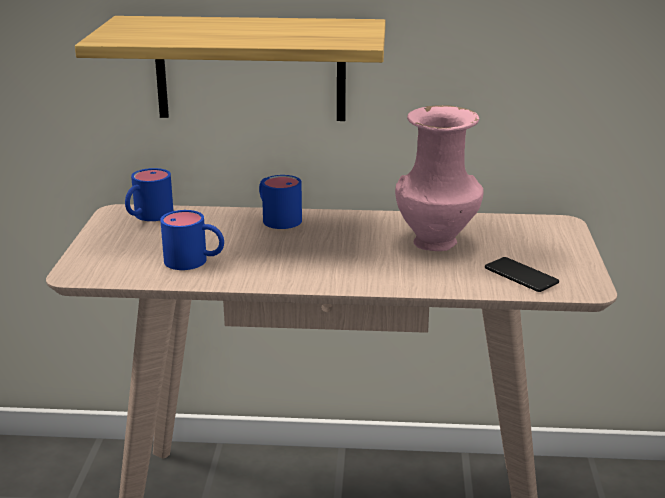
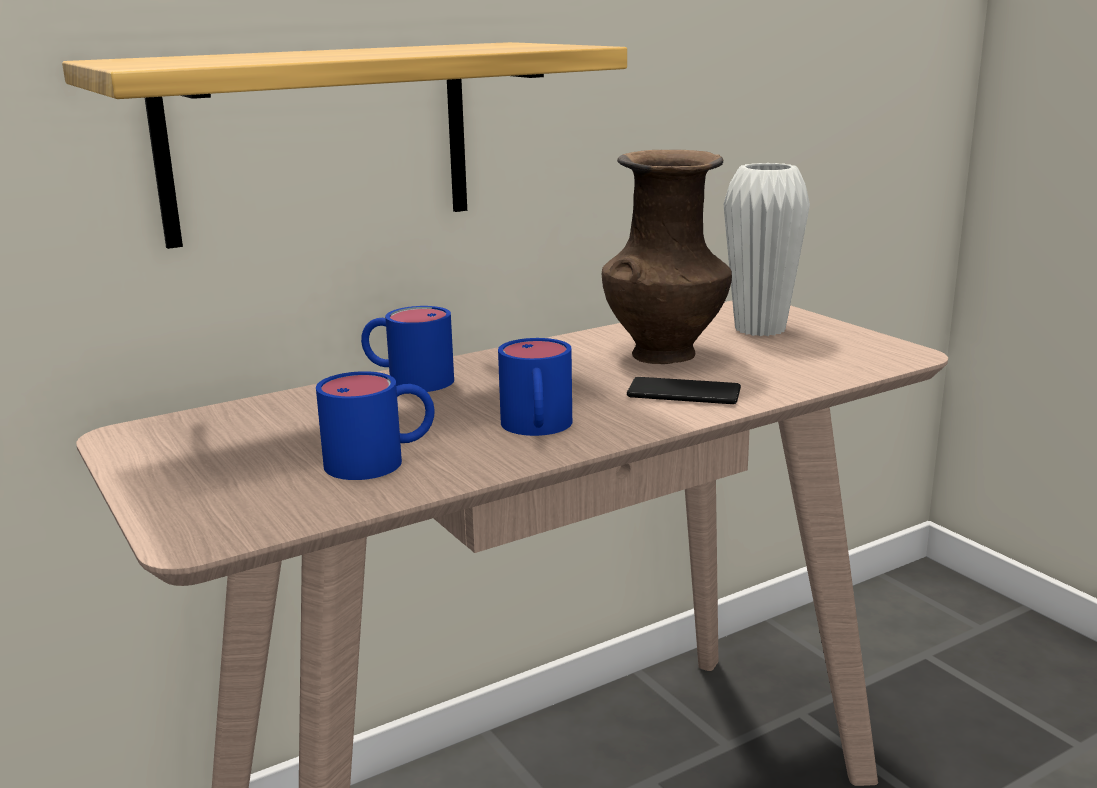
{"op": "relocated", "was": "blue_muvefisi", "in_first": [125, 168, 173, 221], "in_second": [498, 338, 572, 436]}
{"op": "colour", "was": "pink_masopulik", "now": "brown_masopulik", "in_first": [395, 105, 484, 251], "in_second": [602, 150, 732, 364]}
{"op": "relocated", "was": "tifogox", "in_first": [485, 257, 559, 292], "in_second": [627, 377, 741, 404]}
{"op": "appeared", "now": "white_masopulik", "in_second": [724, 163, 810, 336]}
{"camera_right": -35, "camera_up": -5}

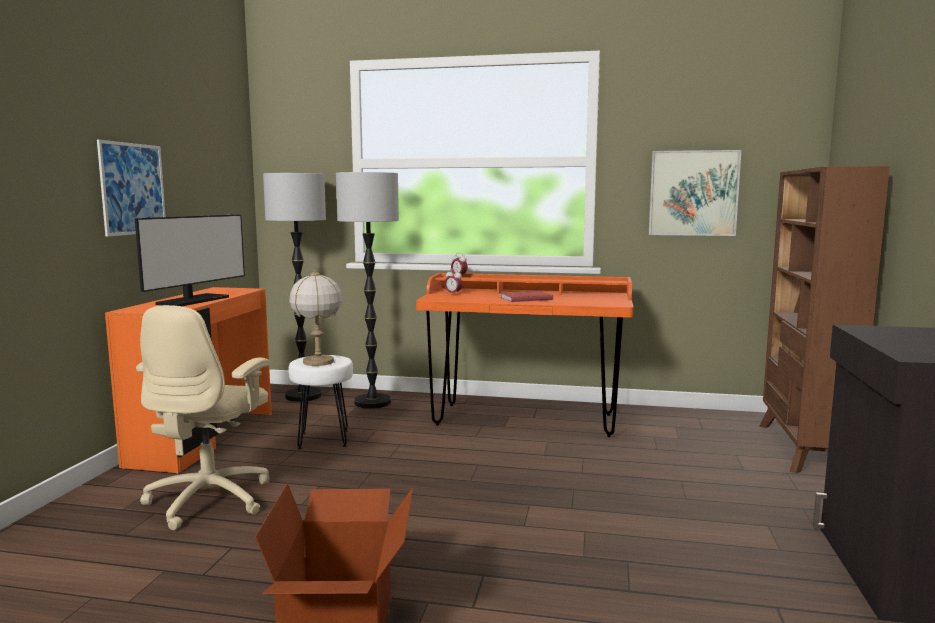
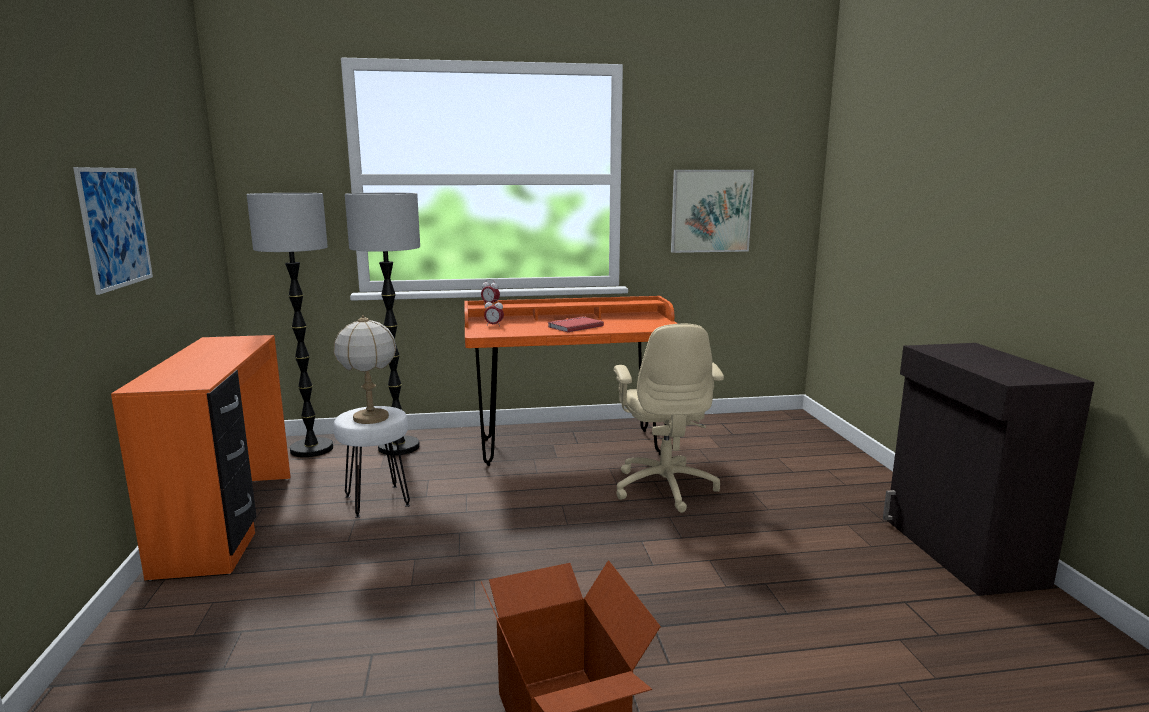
{"op": "relocated", "was": "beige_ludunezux", "in_first": [136, 305, 270, 530], "in_second": [614, 324, 724, 513]}
{"op": "missing", "was": "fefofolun", "in_first": [135, 214, 245, 306]}
{"op": "missing", "was": "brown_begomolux", "in_first": [760, 166, 890, 473]}
{"camera_right": -20, "camera_up": 5}

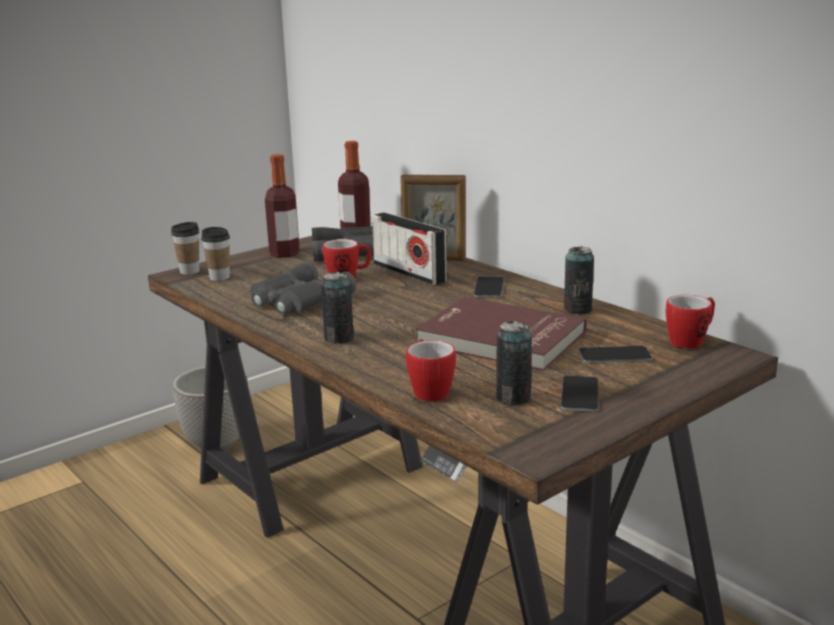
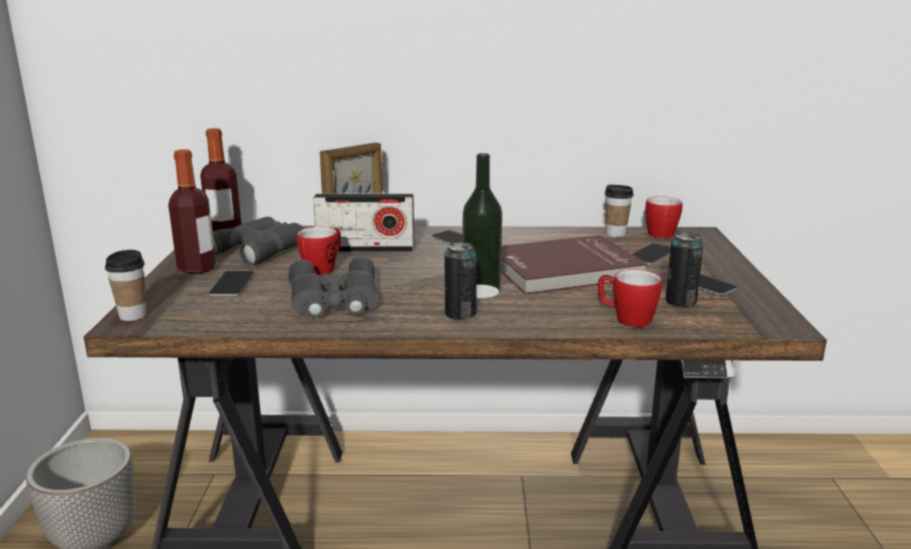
{"op": "appeared", "now": "tifogox", "in_second": [209, 271, 254, 296]}
{"op": "appeared", "now": "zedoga", "in_second": [463, 153, 502, 299]}
{"op": "relocated", "was": "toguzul", "in_first": [201, 227, 230, 281], "in_second": [605, 185, 633, 237]}
{"op": "missing", "was": "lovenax", "in_first": [564, 246, 594, 315]}
{"camera_right": -50, "camera_up": 0}

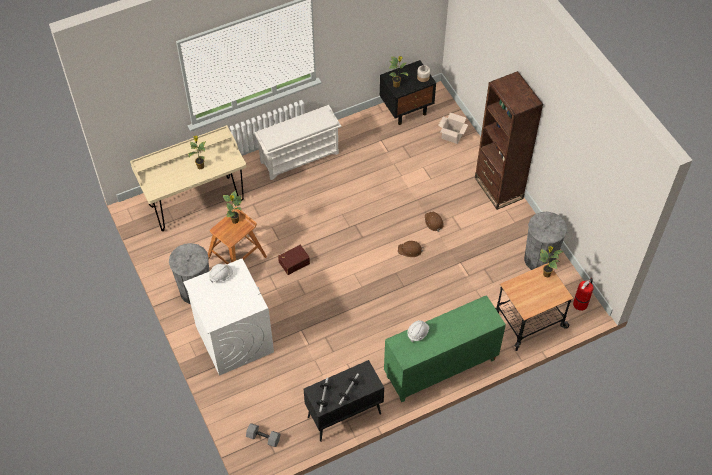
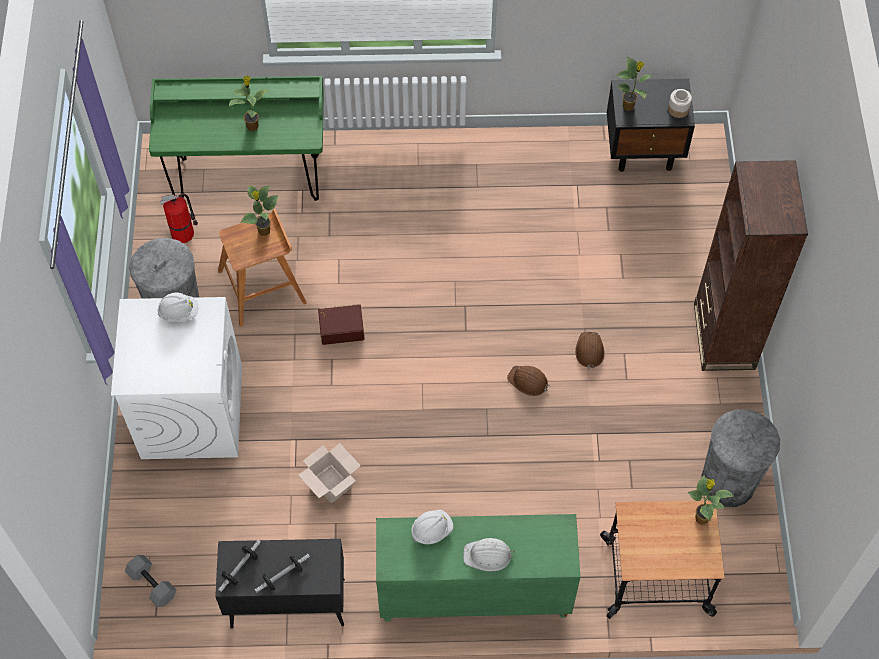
{"op": "colour", "was": "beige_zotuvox", "now": "green_zotuvox", "in_first": [130, 125, 246, 231], "in_second": [149, 76, 324, 201]}
{"op": "relocated", "was": "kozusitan", "in_first": [573, 278, 594, 311], "in_second": [160, 194, 198, 243]}
{"op": "relocated", "was": "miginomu", "in_first": [438, 113, 468, 144], "in_second": [298, 443, 361, 503]}
{"op": "appeared", "now": "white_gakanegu", "in_second": [463, 538, 515, 572]}
{"op": "missing", "was": "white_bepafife", "in_first": [255, 105, 341, 180]}
{"camera_right": 25, "camera_up": 5}

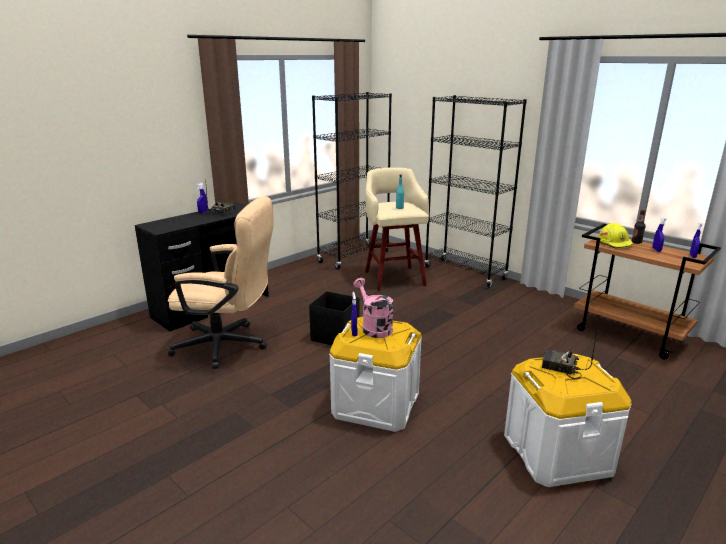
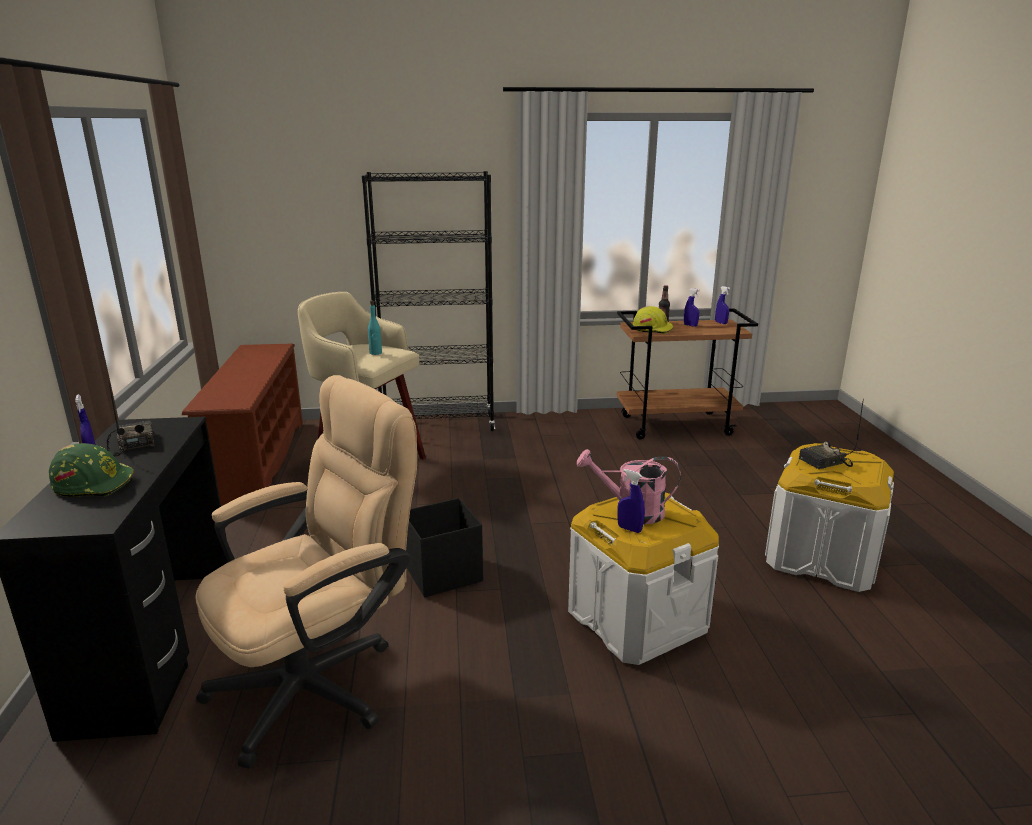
{"op": "appeared", "now": "green_gakanegu", "in_second": [49, 443, 134, 497]}
{"op": "exchanged", "was": "black_begomolux", "now": "brown_bepafife", "in_first": [312, 92, 392, 269], "in_second": [182, 344, 303, 505]}
{"camera_right": -50, "camera_up": 0}

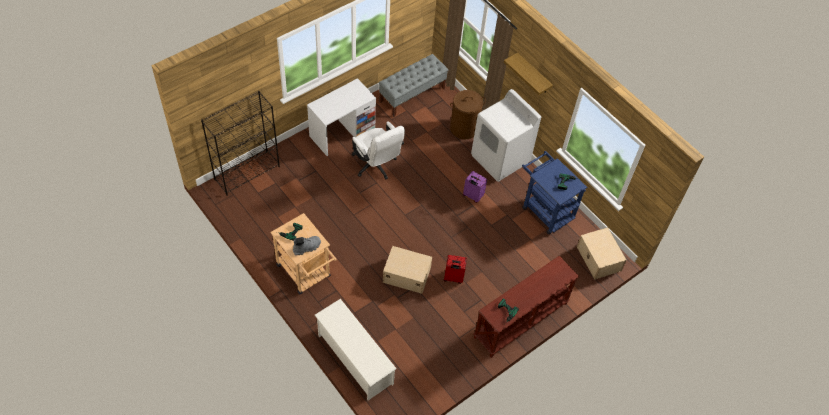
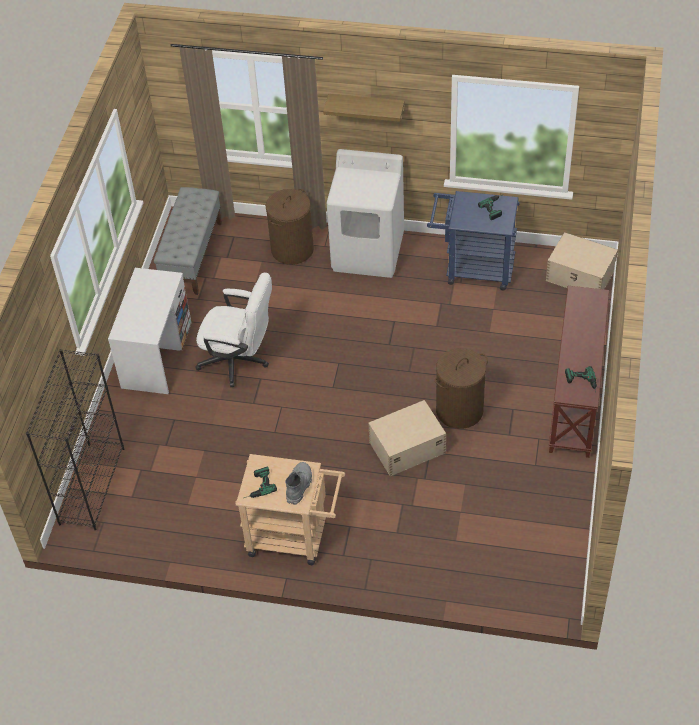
{"op": "exchanged", "was": "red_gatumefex", "now": "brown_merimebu", "in_first": [444, 255, 467, 284], "in_second": [435, 348, 488, 429]}
{"op": "missing", "was": "white_bepafife", "in_first": [315, 299, 397, 400]}
{"op": "missing", "was": "purple_gatumefex", "in_first": [463, 171, 487, 203]}
{"camera_right": -35, "camera_up": -5}

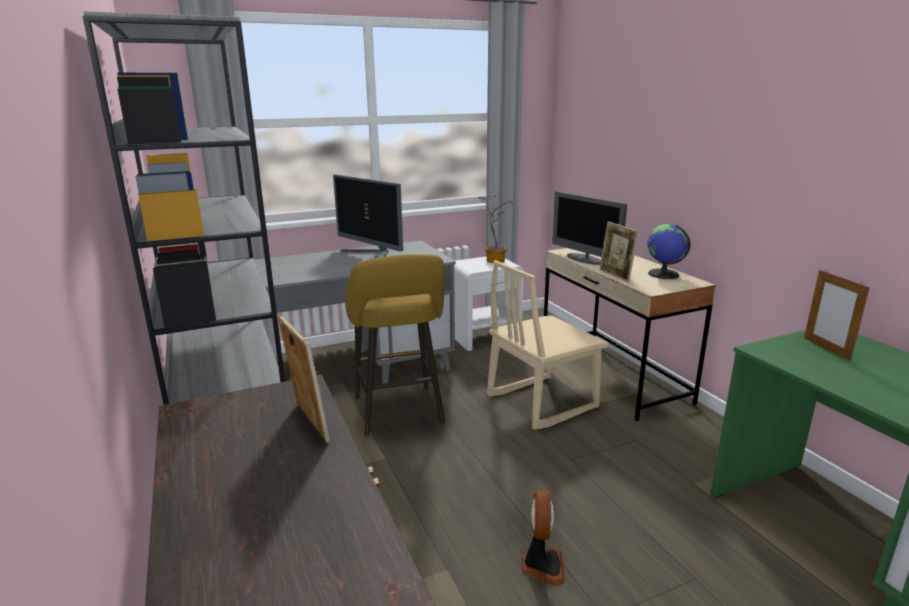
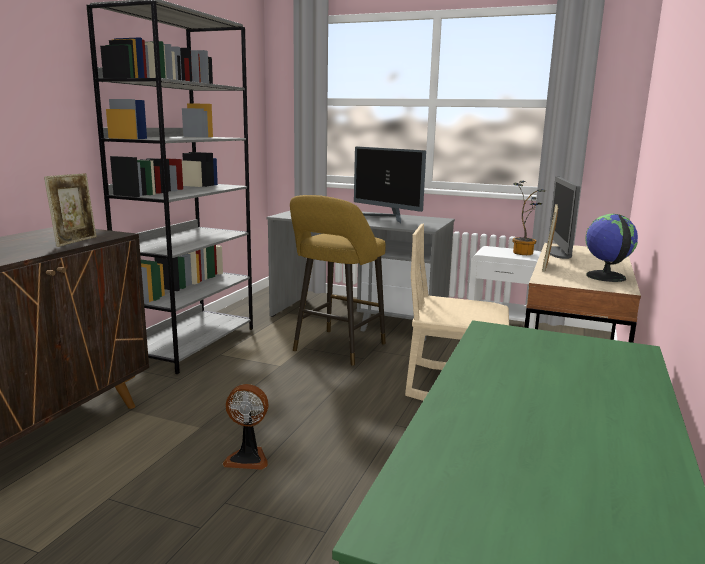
{"op": "spun", "was": "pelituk", "in_first": [522, 490, 565, 586], "in_second": [223, 384, 268, 470], "clockwise": 45}
{"op": "spun", "was": "fefofolun", "in_first": [333, 174, 403, 258], "in_second": [354, 146, 426, 223], "clockwise": -45}
{"op": "missing", "was": "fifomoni", "in_first": [804, 270, 870, 361]}
{"camera_right": 45, "camera_up": -5}

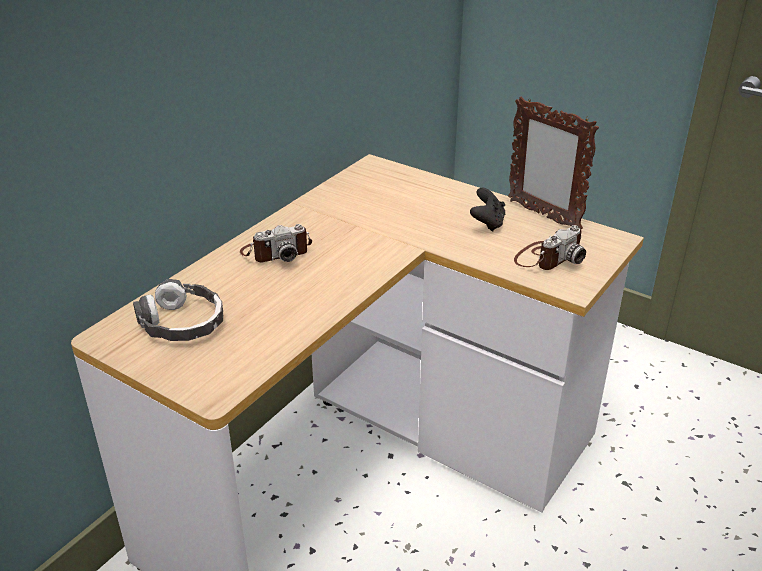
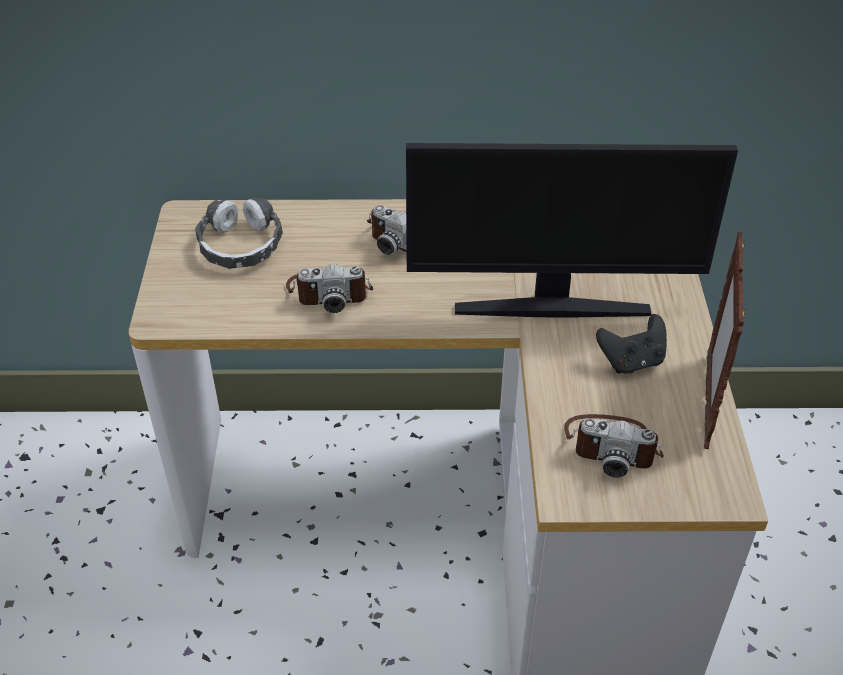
{"op": "appeared", "now": "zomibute", "in_second": [286, 264, 373, 313]}
{"op": "appeared", "now": "fefofolun", "in_second": [406, 143, 738, 318]}
{"camera_right": 55, "camera_up": 10}

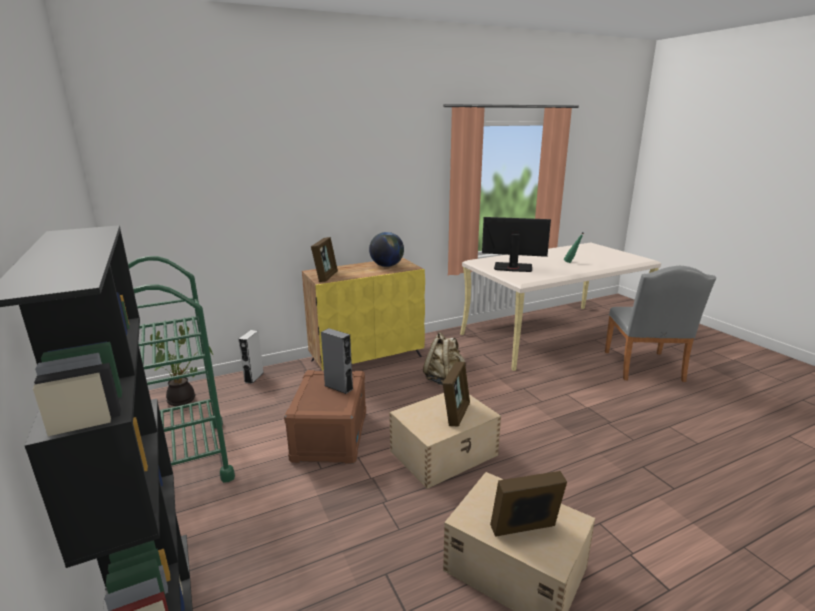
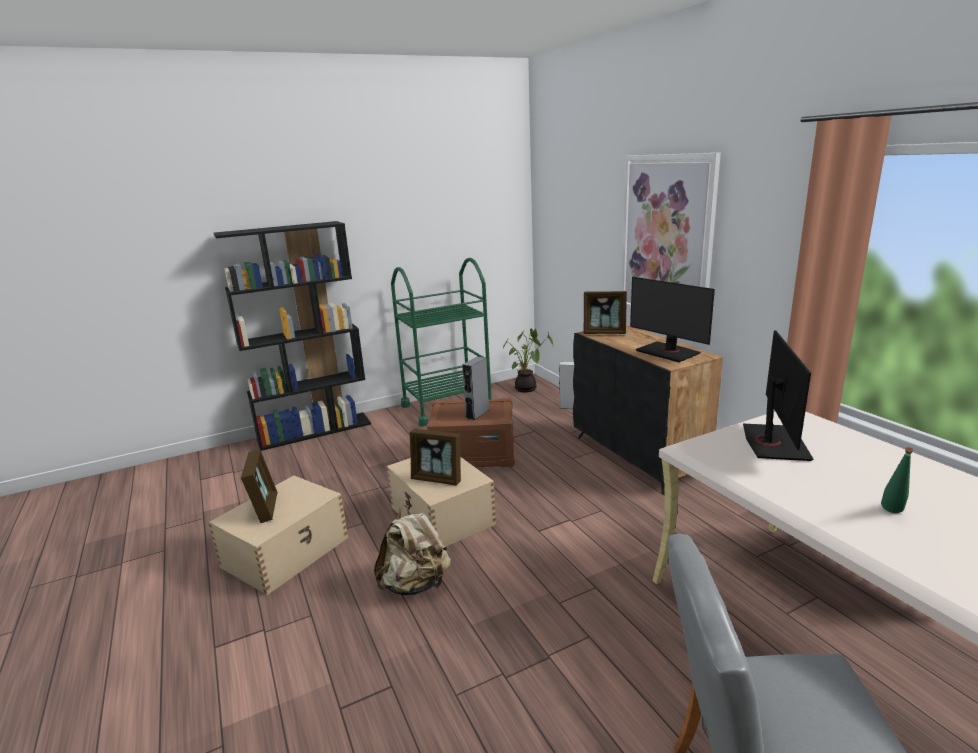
{"op": "relocated", "was": "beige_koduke", "in_first": [423, 332, 466, 385], "in_second": [374, 505, 451, 595]}
{"op": "colour", "was": "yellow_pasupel", "now": "black_pasupel", "in_first": [302, 258, 425, 371], "in_second": [573, 324, 723, 495]}
{"op": "appeared", "now": "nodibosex", "in_second": [621, 153, 721, 309]}
{"op": "exchanged", "was": "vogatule", "now": "fefofolun", "in_first": [369, 232, 404, 267], "in_second": [630, 277, 715, 362]}
{"camera_right": 90, "camera_up": 0}

